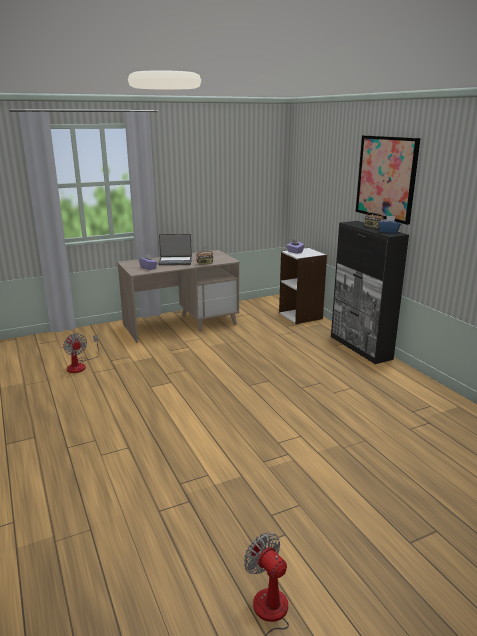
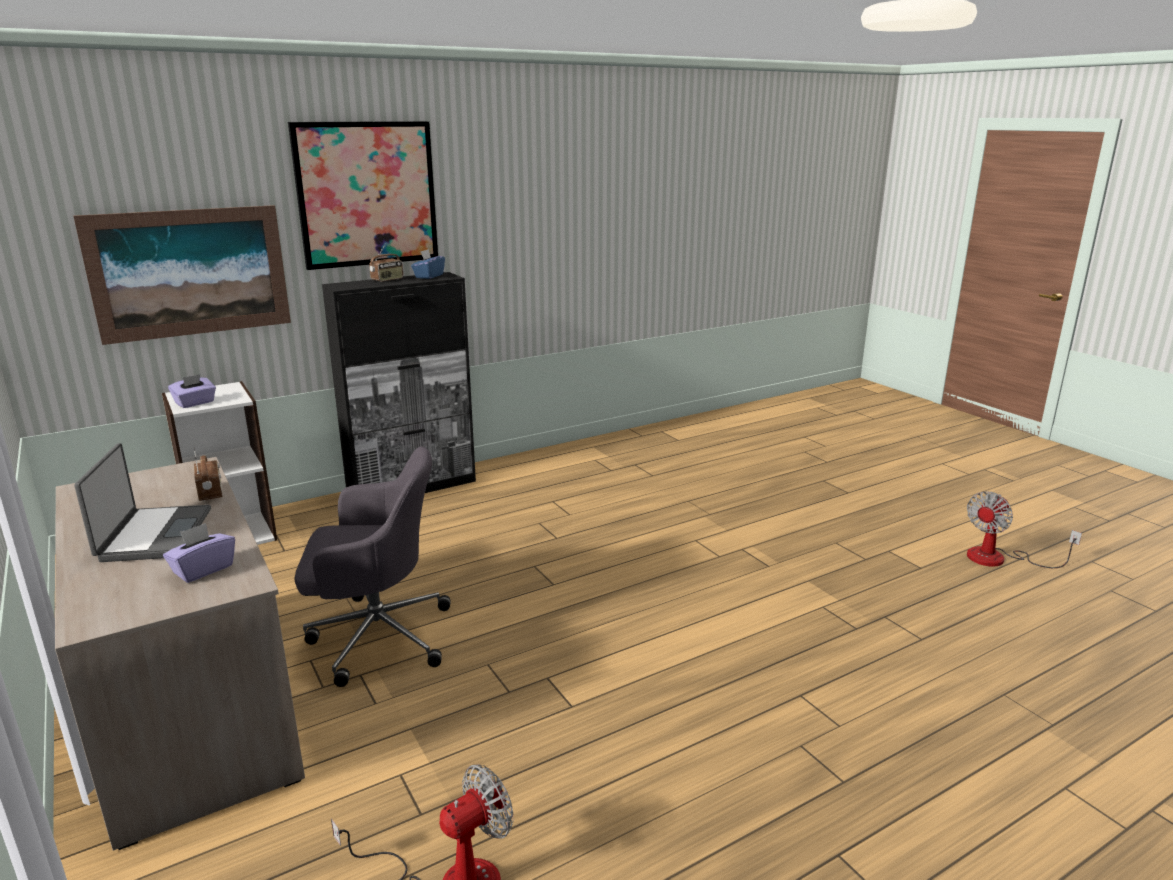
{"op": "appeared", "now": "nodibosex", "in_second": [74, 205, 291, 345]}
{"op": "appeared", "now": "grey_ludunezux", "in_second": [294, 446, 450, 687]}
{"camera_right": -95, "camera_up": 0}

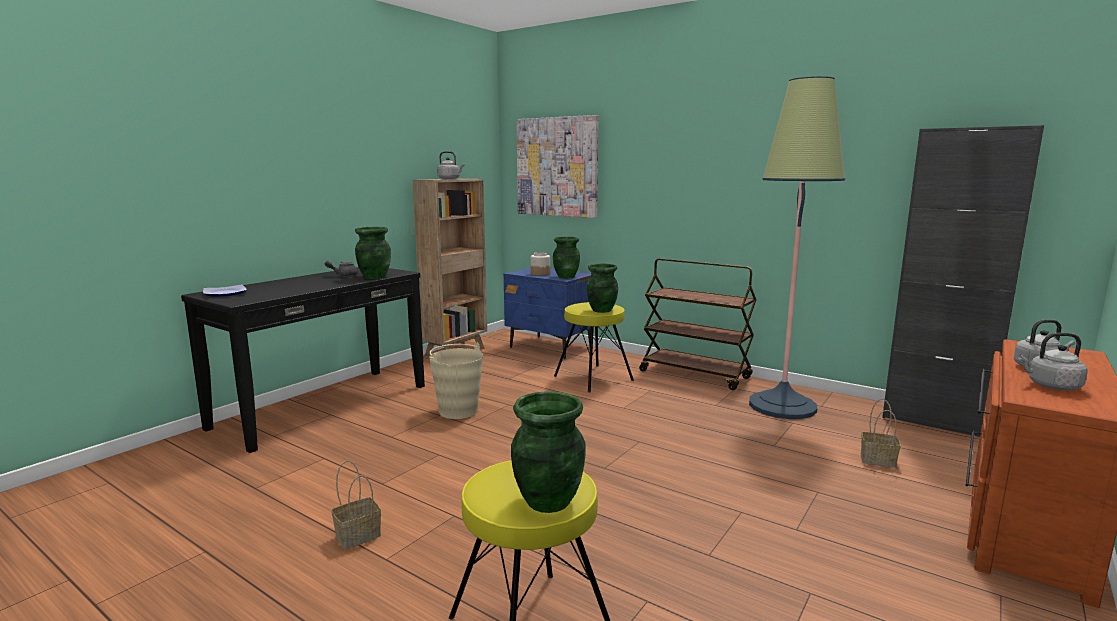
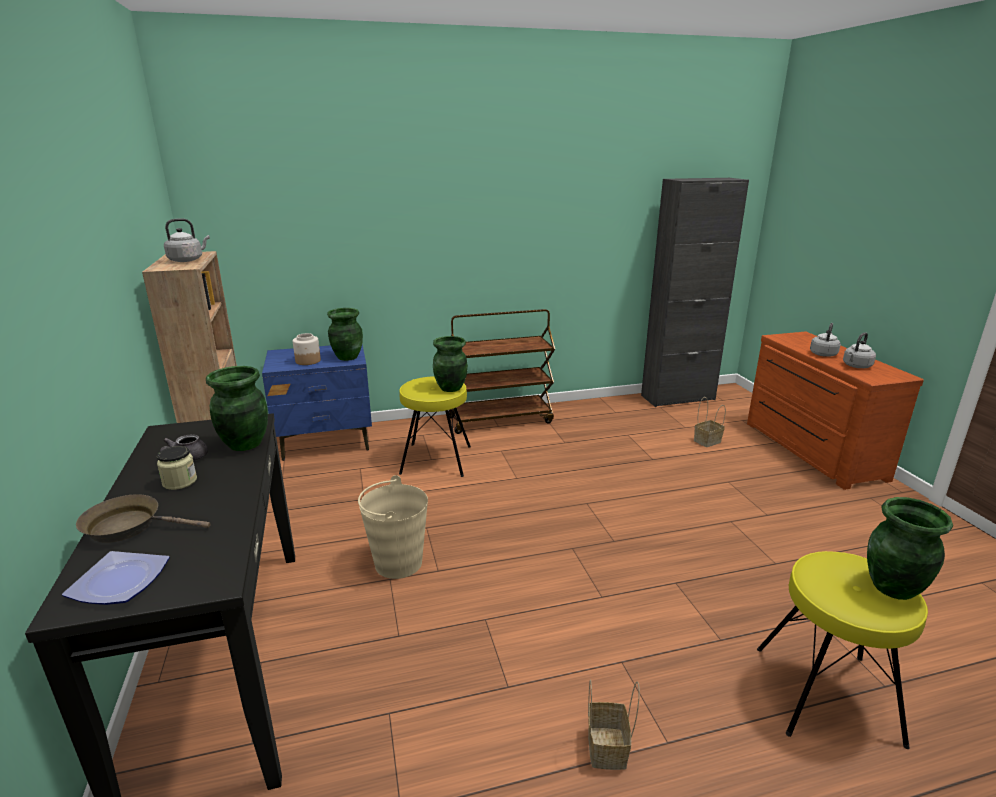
{"op": "appeared", "now": "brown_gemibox", "in_second": [76, 494, 210, 543]}
{"op": "appeared", "now": "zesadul", "in_second": [157, 446, 197, 490]}
{"op": "missing", "was": "nodibosex", "in_first": [516, 115, 599, 218]}
{"op": "missing", "was": "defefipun", "in_first": [749, 76, 845, 419]}
{"camera_right": -50, "camera_up": 10}

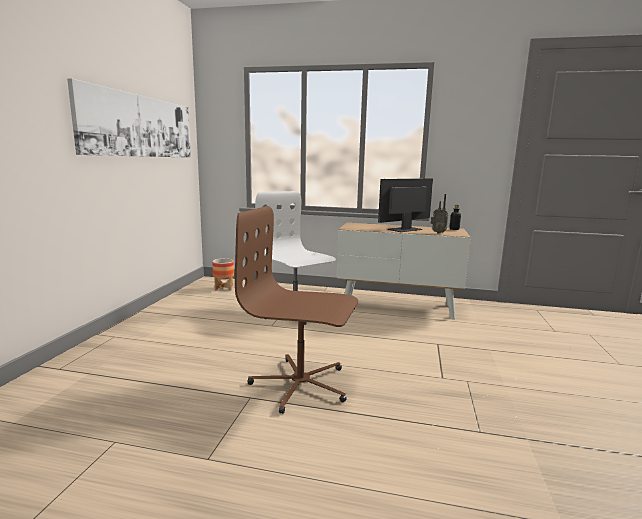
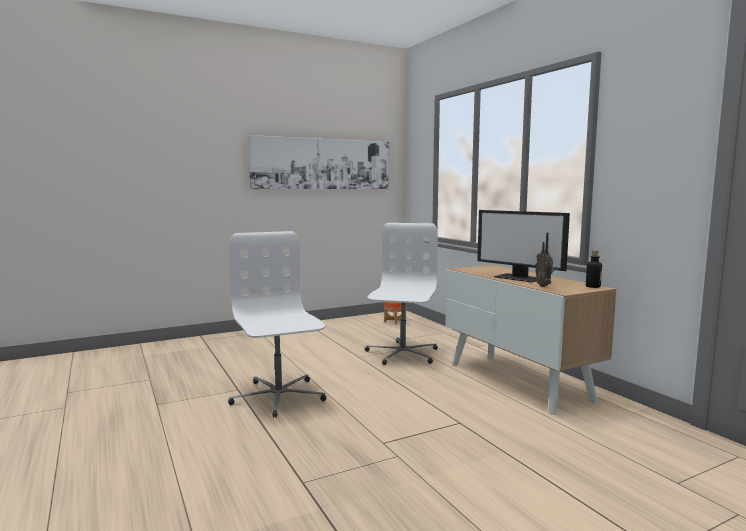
{"op": "colour", "was": "brown_ludunezux", "now": "white_ludunezux", "in_first": [235, 206, 358, 414], "in_second": [228, 231, 327, 418]}
{"op": "spun", "was": "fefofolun", "in_first": [378, 178, 433, 232], "in_second": [477, 210, 570, 282], "clockwise": -150}
{"camera_right": 50, "camera_up": -5}

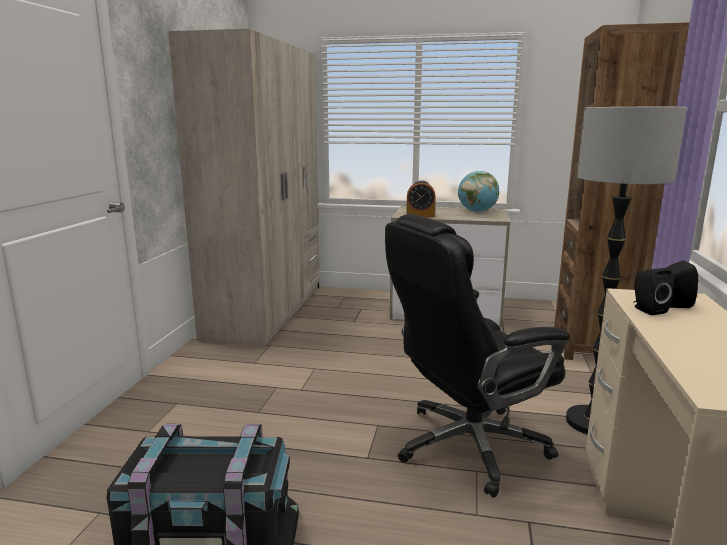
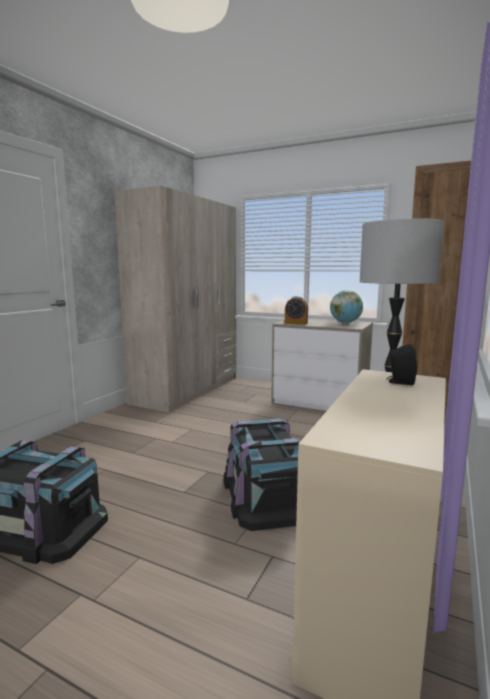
{"op": "exchanged", "was": "black_ludunezux", "now": "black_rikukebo", "in_first": [385, 214, 570, 498], "in_second": [224, 418, 301, 531]}
{"op": "missing", "was": "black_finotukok", "in_first": [633, 268, 674, 315]}
{"camera_right": 15, "camera_up": -5}

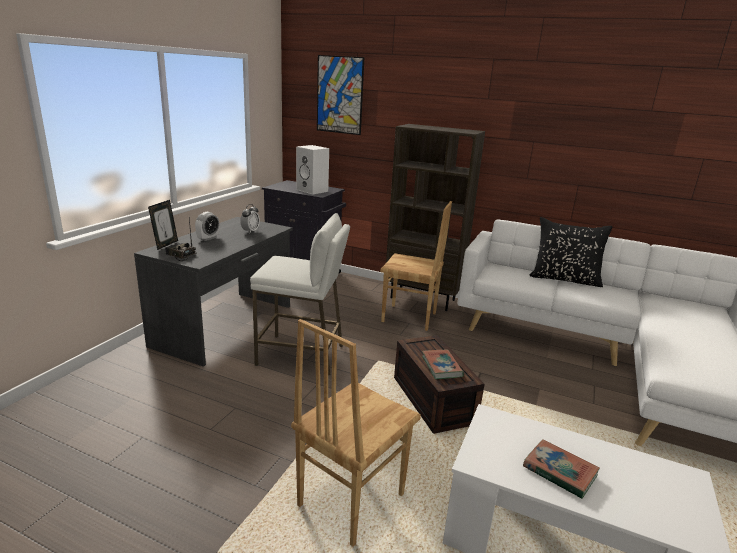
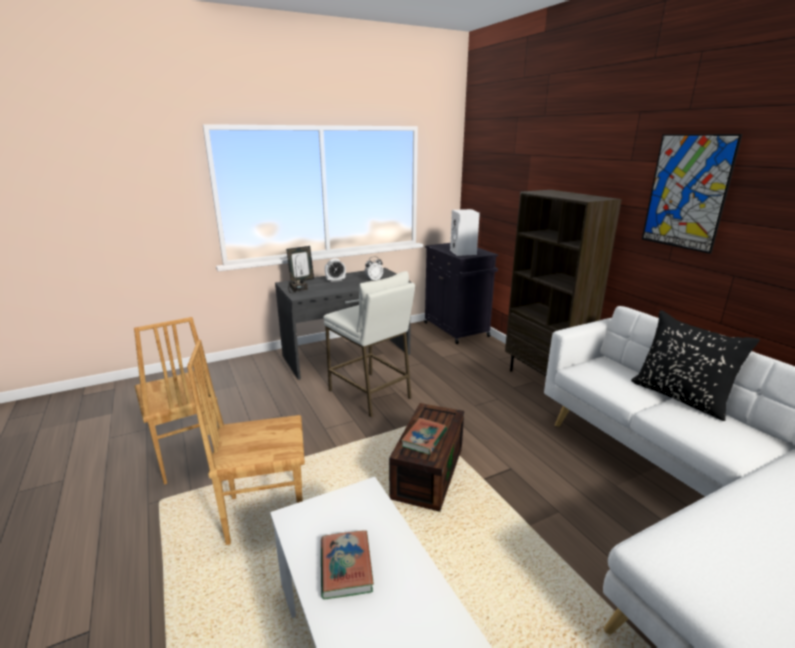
{"op": "relocated", "was": "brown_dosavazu", "in_first": [380, 201, 452, 331], "in_second": [134, 317, 218, 485]}
{"op": "relocated", "was": "nodibosex", "in_first": [317, 55, 364, 135], "in_second": [642, 134, 742, 254]}
{"camera_right": 40, "camera_up": 0}

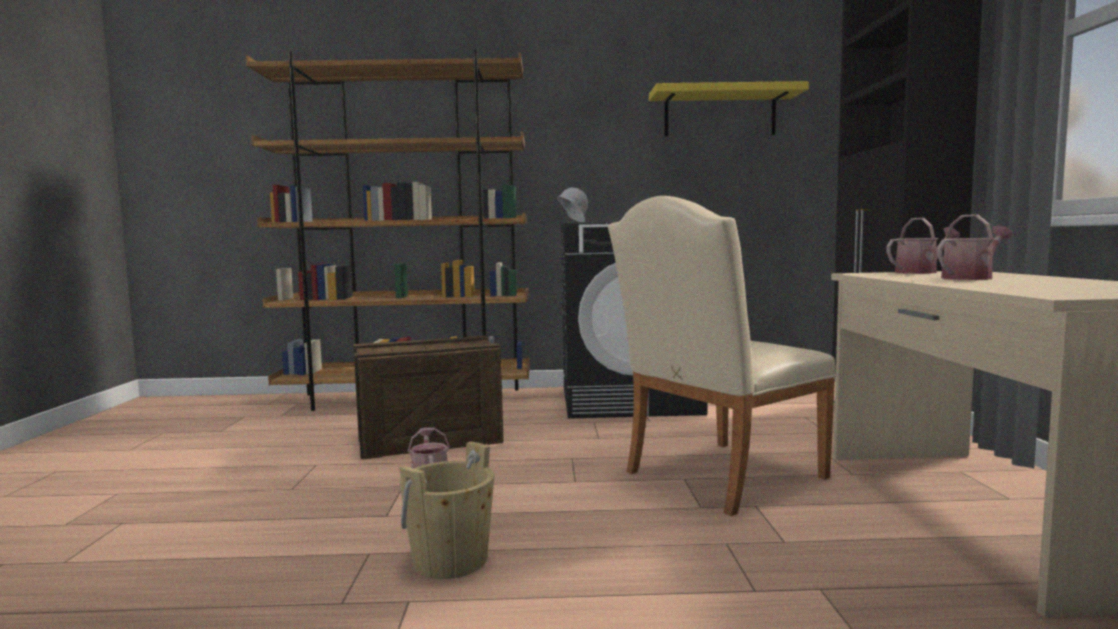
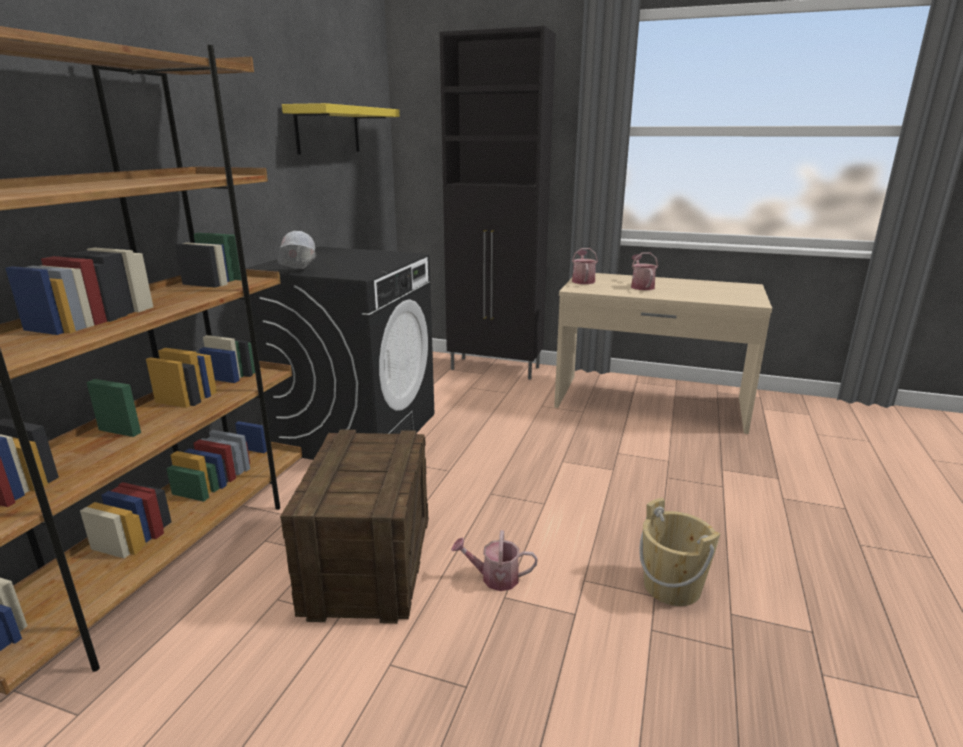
{"op": "missing", "was": "beige_dosavazu", "in_first": [608, 196, 837, 516]}
{"camera_right": -70, "camera_up": 15}

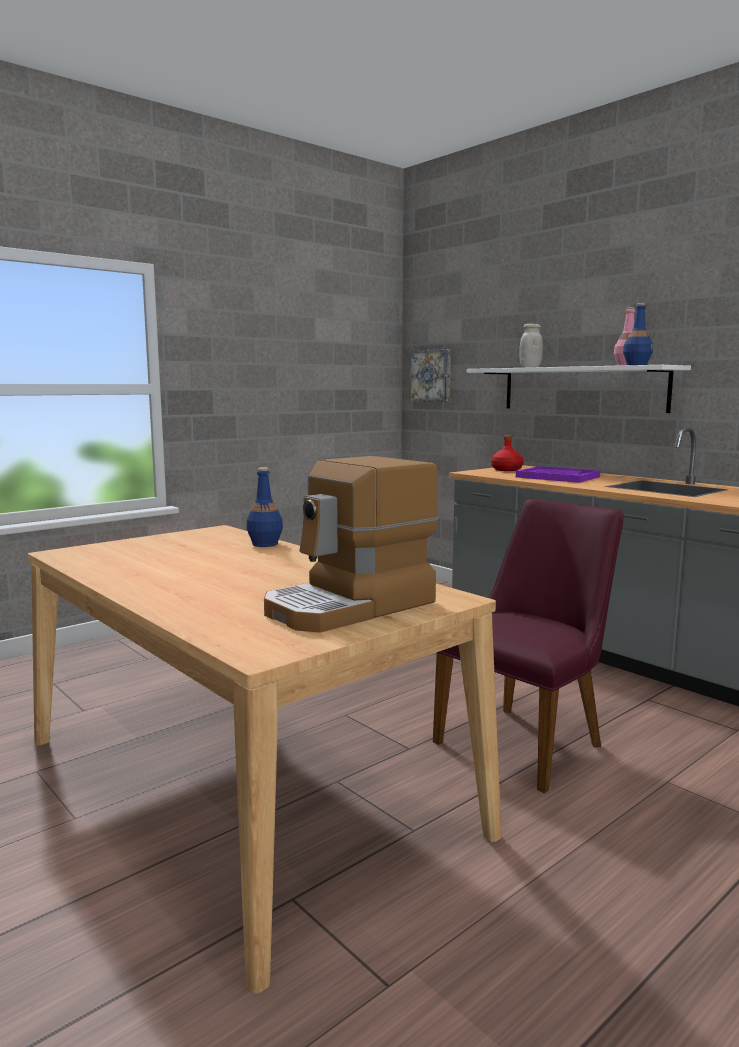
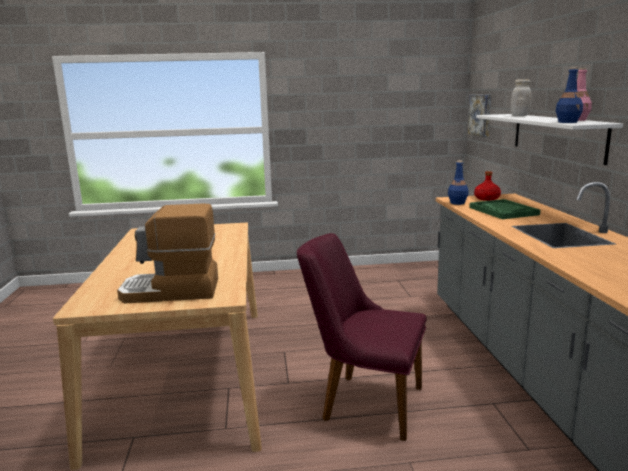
{"op": "spun", "was": "purple_dosavazu", "in_first": [433, 499, 624, 793], "in_second": [297, 233, 426, 441], "clockwise": -150}
{"op": "relocated", "was": "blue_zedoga", "in_first": [247, 467, 283, 547], "in_second": [448, 161, 469, 205]}
{"op": "colour", "was": "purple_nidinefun", "now": "green_nidinefun", "in_first": [516, 466, 600, 483], "in_second": [469, 199, 541, 219]}
{"camera_right": 35, "camera_up": 5}

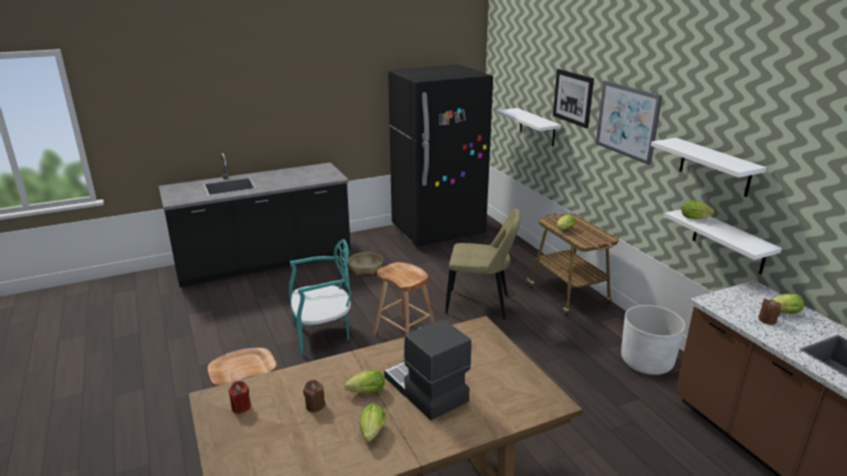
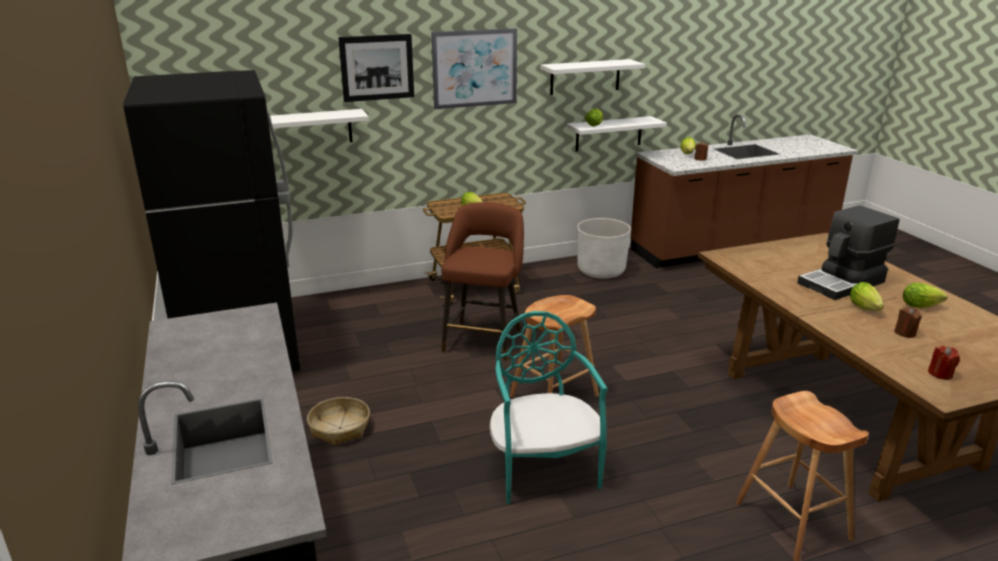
{"op": "exchanged", "was": "beige_dosavazu", "now": "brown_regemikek", "in_first": [445, 209, 521, 319], "in_second": [441, 202, 524, 361]}
{"camera_right": -85, "camera_up": 0}

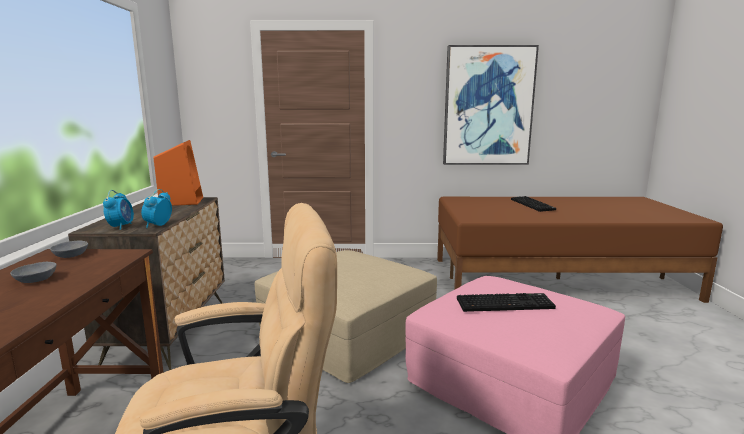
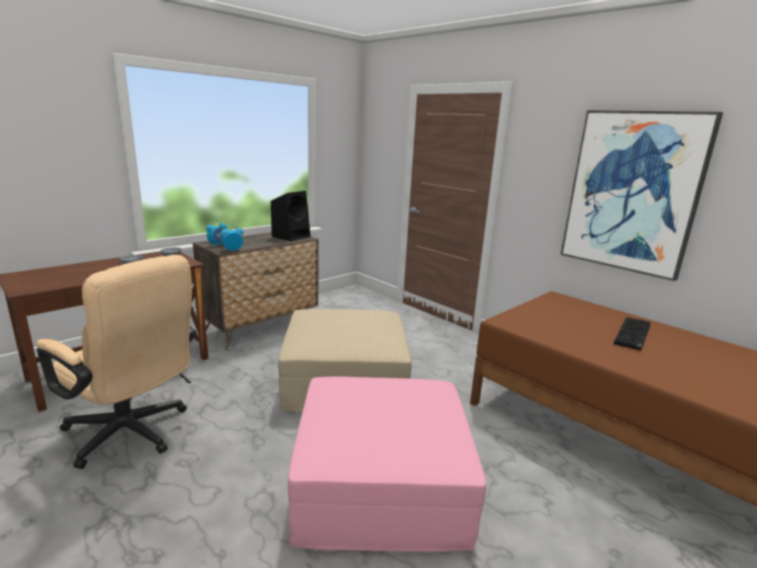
{"op": "colour", "was": "orange_finotukok", "now": "black_finotukok", "in_first": [154, 140, 203, 206], "in_second": [271, 191, 311, 241]}
{"op": "missing", "was": "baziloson", "in_first": [457, 293, 556, 312]}
{"camera_right": 45, "camera_up": 5}

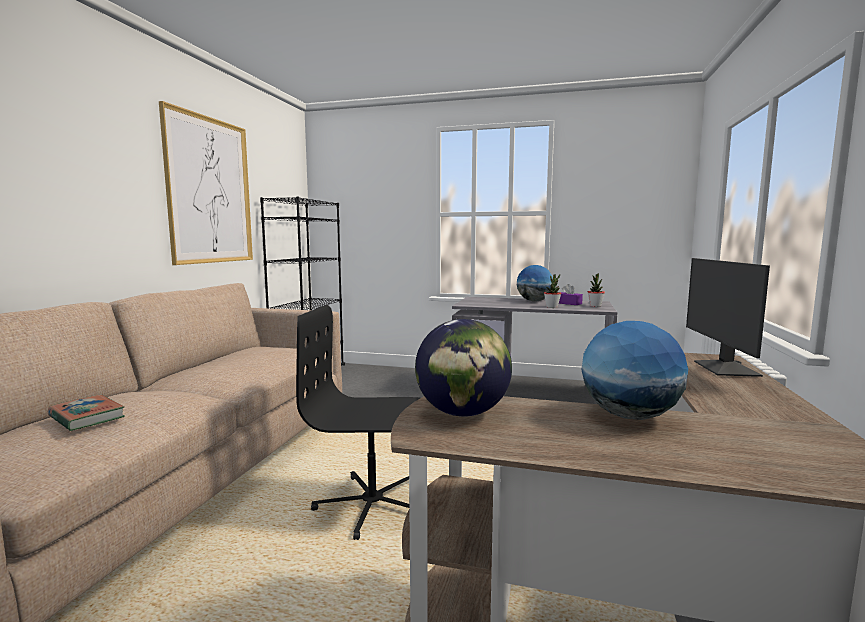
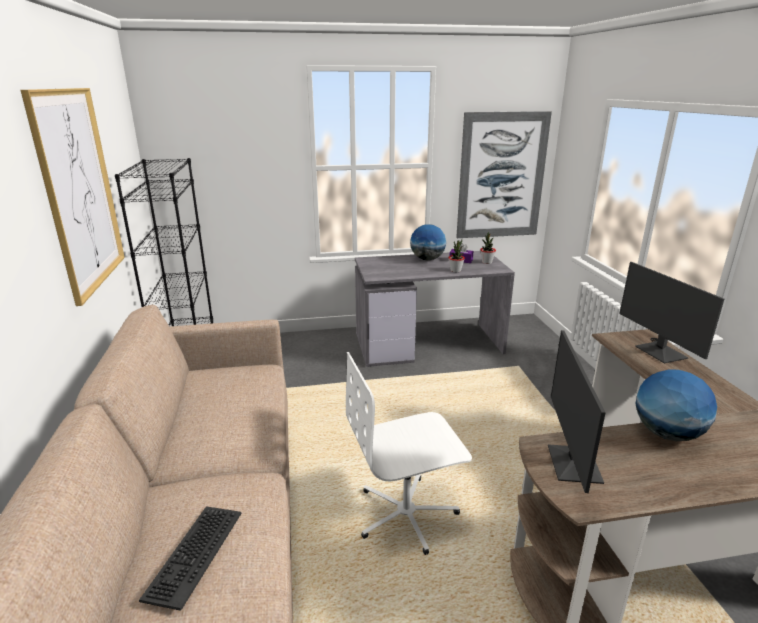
{"op": "exchanged", "was": "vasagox", "now": "baziloson", "in_first": [48, 395, 125, 431], "in_second": [139, 506, 242, 611]}
{"op": "colour", "was": "black_ludunezux", "now": "white_ludunezux", "in_first": [296, 305, 420, 540], "in_second": [346, 352, 472, 555]}
{"op": "appeared", "now": "nodibosex", "in_second": [456, 111, 552, 238]}
{"op": "exchanged", "was": "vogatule", "now": "fefofolun", "in_first": [415, 319, 512, 417], "in_second": [548, 330, 606, 493]}
{"camera_right": -25, "camera_up": 15}

